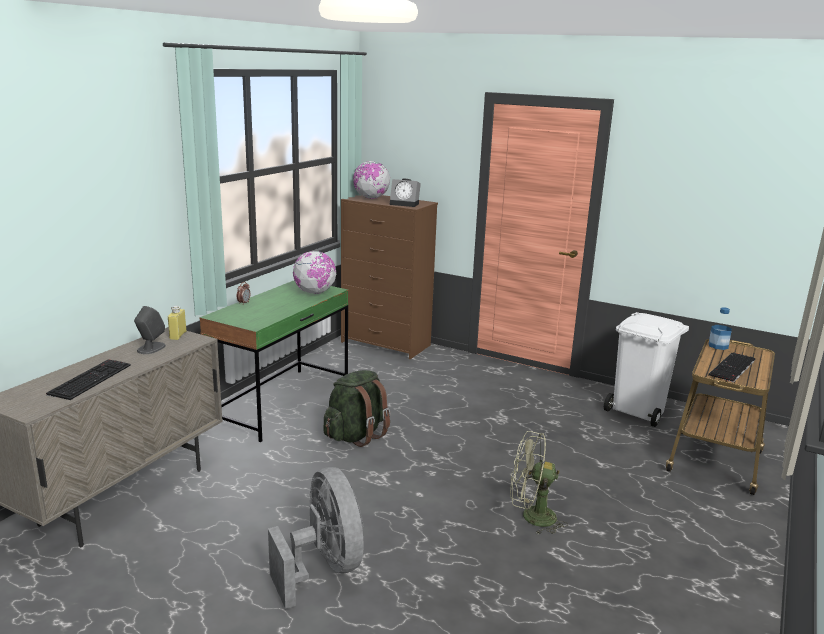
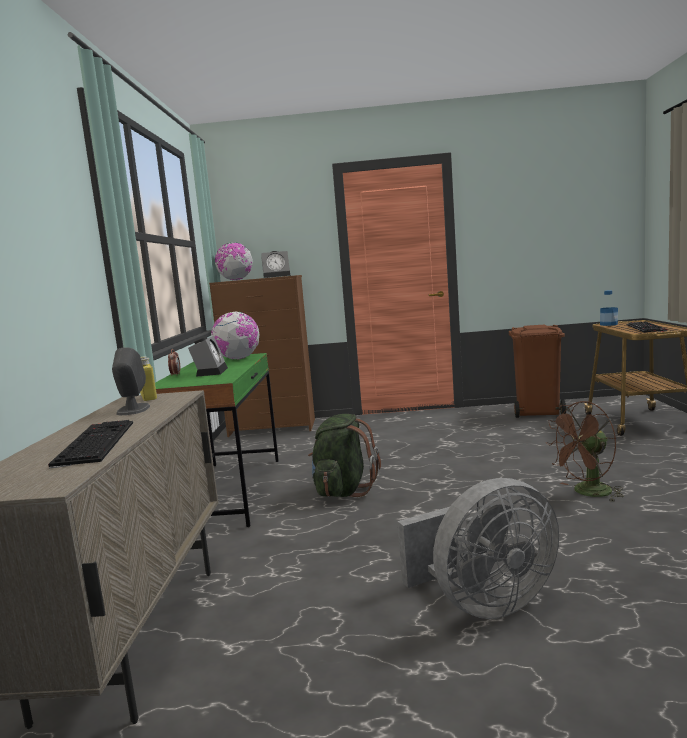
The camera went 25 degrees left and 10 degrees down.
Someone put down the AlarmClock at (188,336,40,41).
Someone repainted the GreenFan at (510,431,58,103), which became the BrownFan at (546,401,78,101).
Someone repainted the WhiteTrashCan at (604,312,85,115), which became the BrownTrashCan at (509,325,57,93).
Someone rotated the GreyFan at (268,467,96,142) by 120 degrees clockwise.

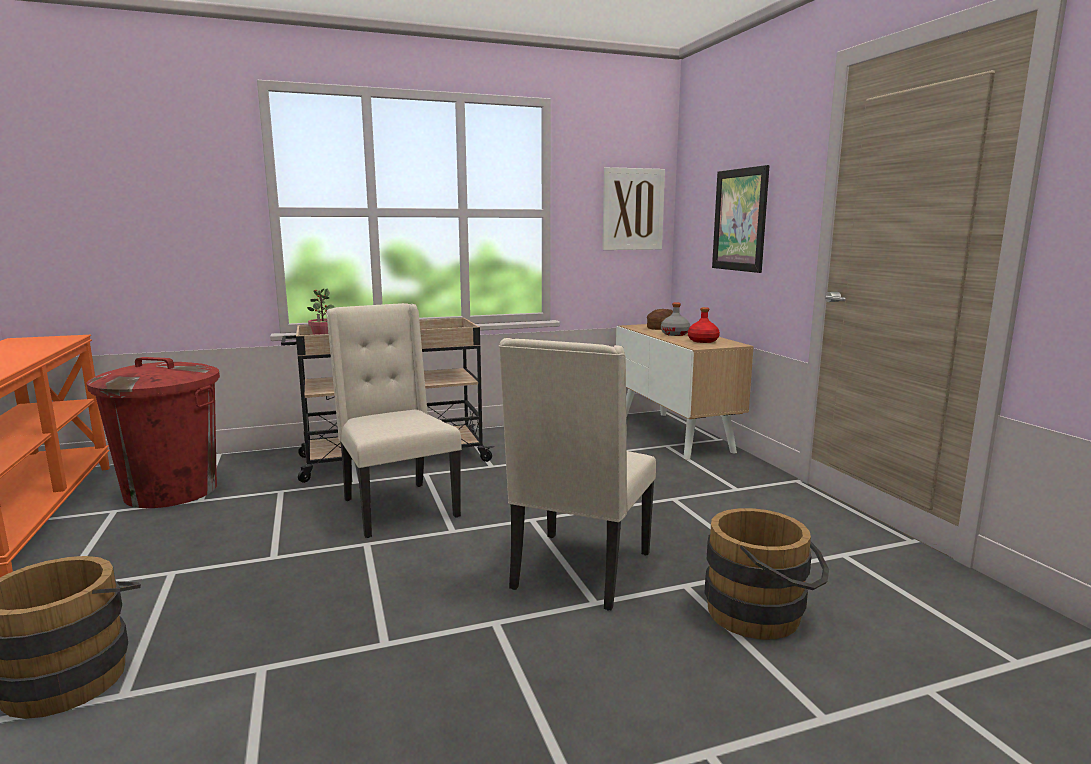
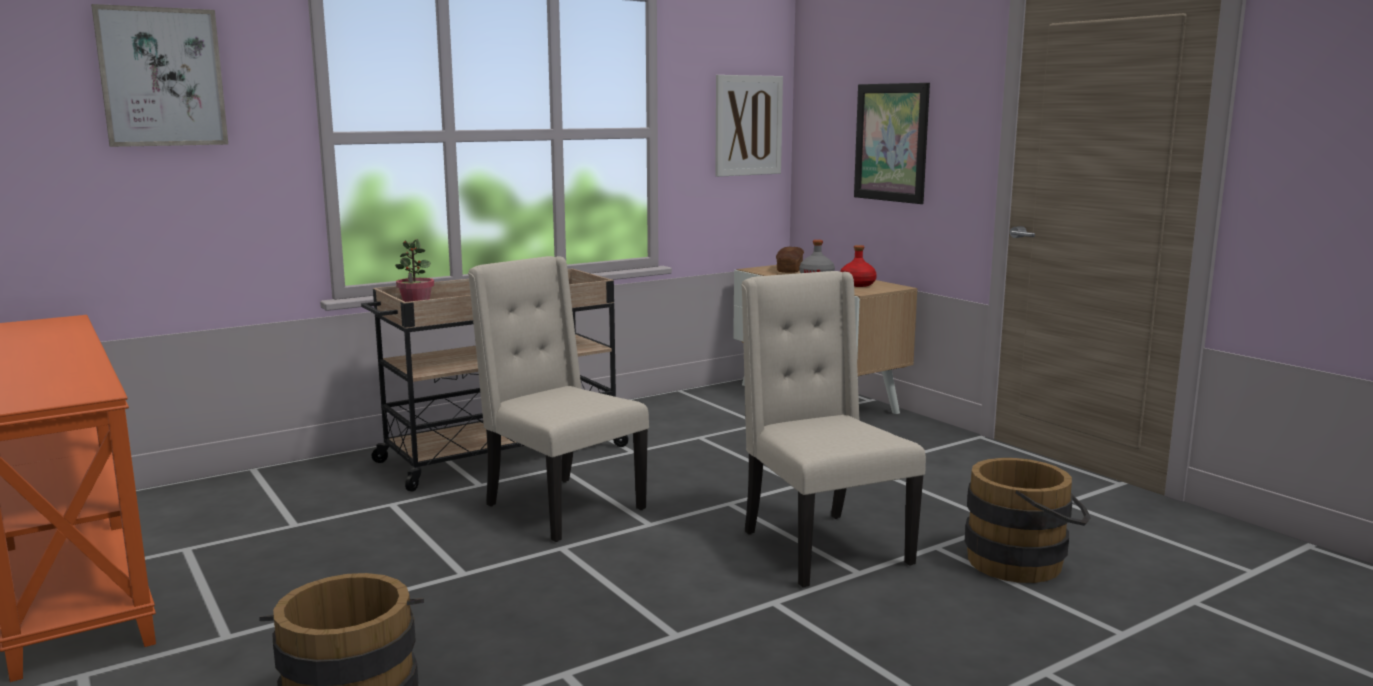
The camera went 15 degrees left and 0 degrees up.
Someone took away the RedTrashCan at (86,357,134,151).
Someone put up the Picture at (91,4,137,143).
Someone rotated the BeigeChair at (499,338,157,273) by 150 degrees clockwise.

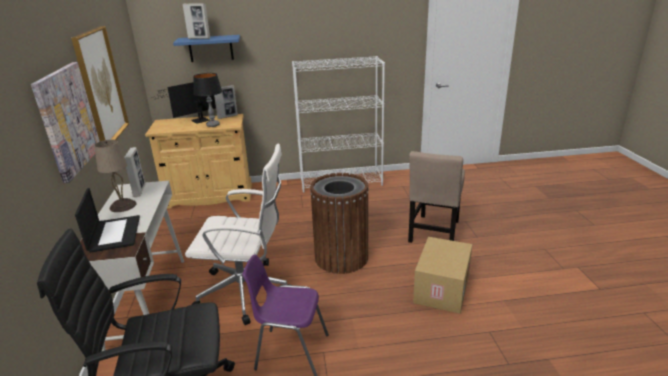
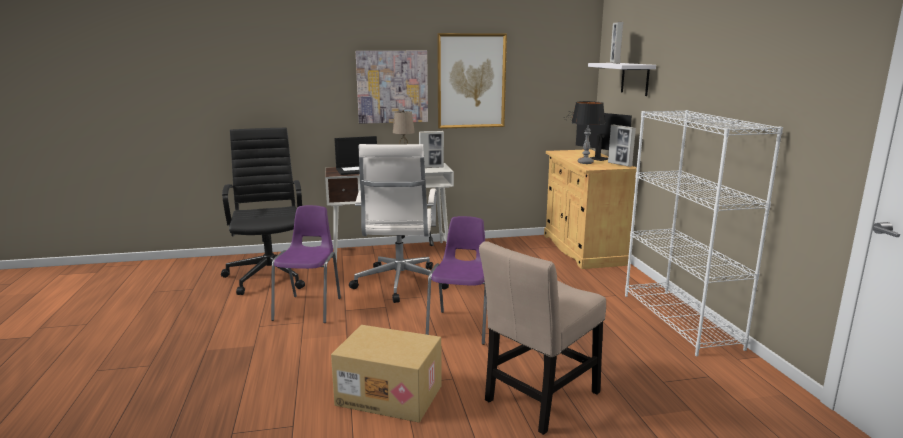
The camera went 85 degrees right and 10 degrees down.
Someone swapped the BrownTrashCan at (310,173,59,101) for the PurpleChair at (426,216,61,129).
Someone repainted the BlueShelf at (173,35,67,27), which became the WhiteShelf at (588,63,68,33).
Someone rotated the BeigeChair at (408,151,57,92) by 60 degrees counterclockwise.

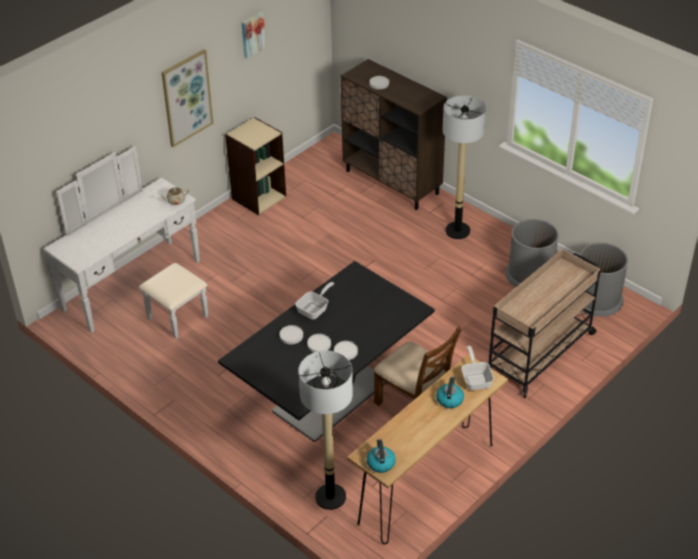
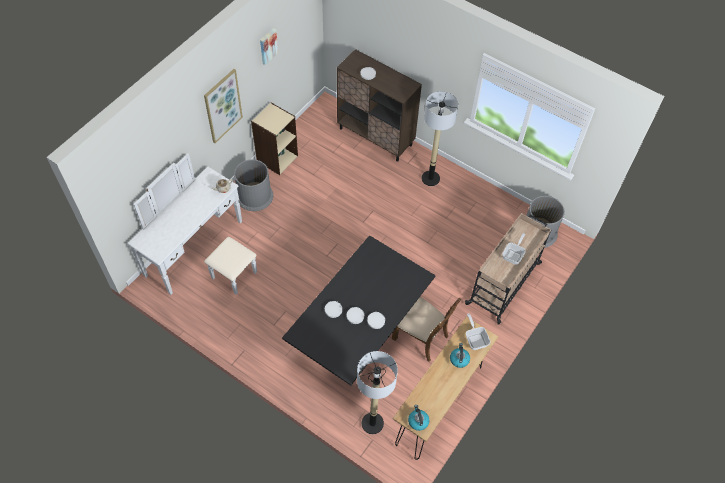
The camera went 10 degrees left and 15 degrees up.
Someone carried the FryingPan from (295,282,39,37) to (502,233,24,32).
Someone carried the GreyTrashCan from (505,219,54,68) to (234,159,39,52).

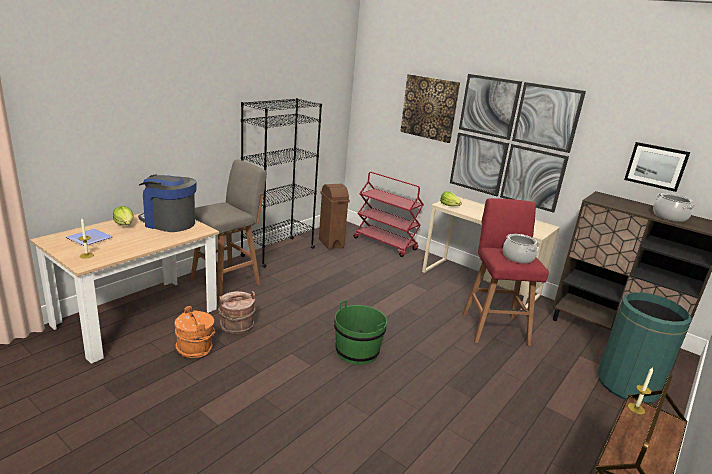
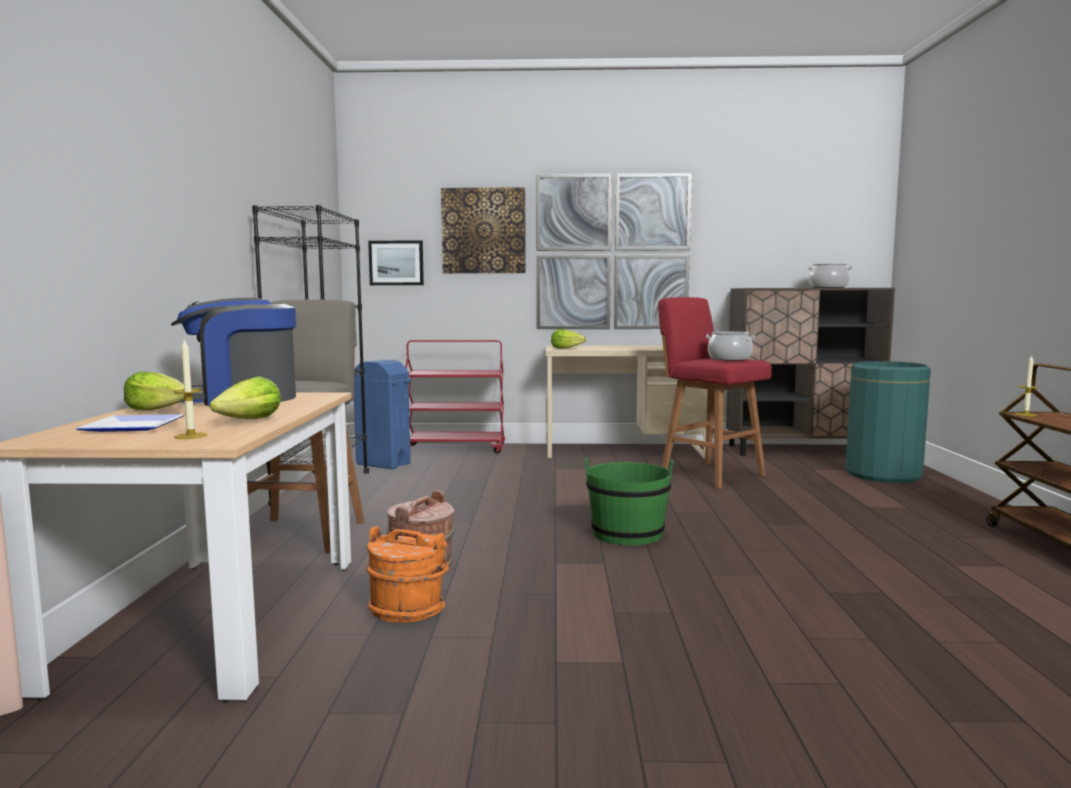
The camera went 35 degrees left and 15 degrees down.
Someone put down the Lettuce at (210,376,71,43).
Someone carried the Picture from (624,142,66,50) to (368,240,56,45).
Someone repainted the BrownTrashCan at (319,184,31,66), which became the BlueTrashCan at (354,359,57,110).

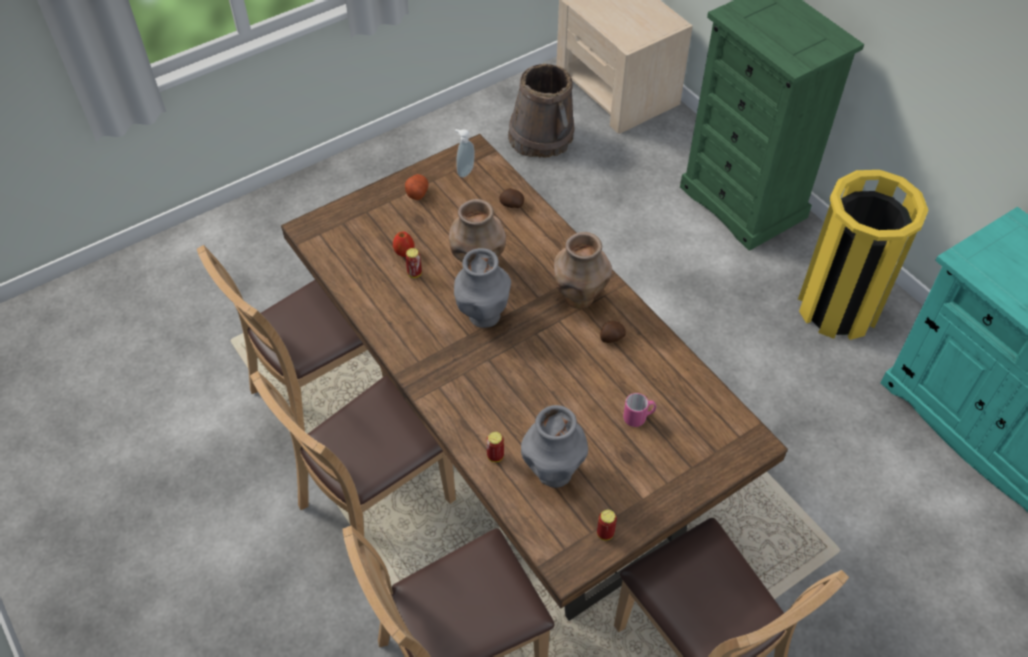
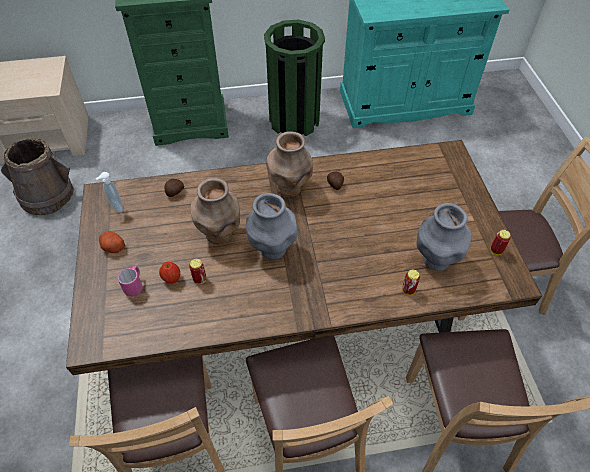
The camera went 65 degrees left and 0 degrees up.
Someone carried the PinkMug from (623,393,33,34) to (118,266,25,31).
Someone repainted the YellowTrashCan at (798,170,130,170), which became the GreenTrashCan at (264,20,61,116).

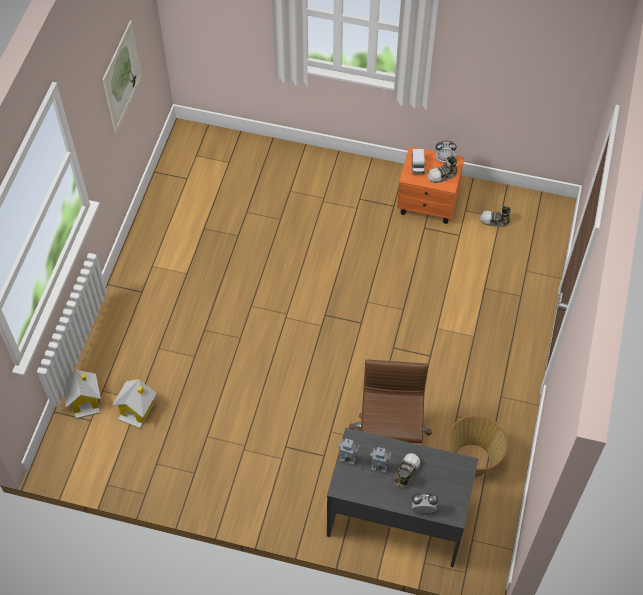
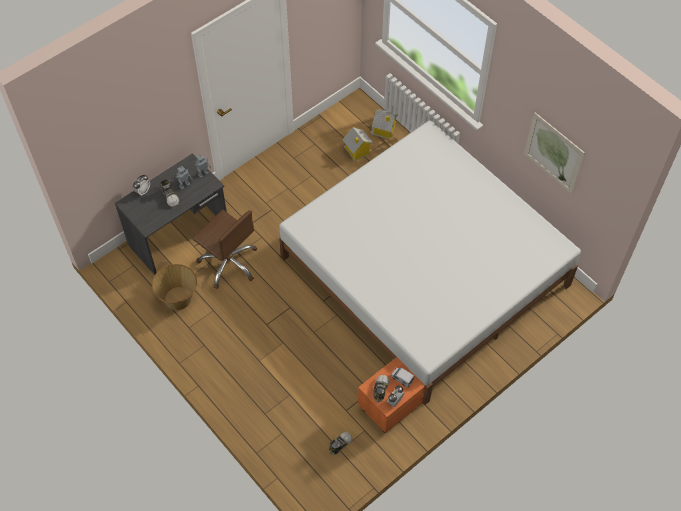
The camera went 125 degrees right and 0 degrees up.
Someone put down the WhiteBed at (279,120,302,285).

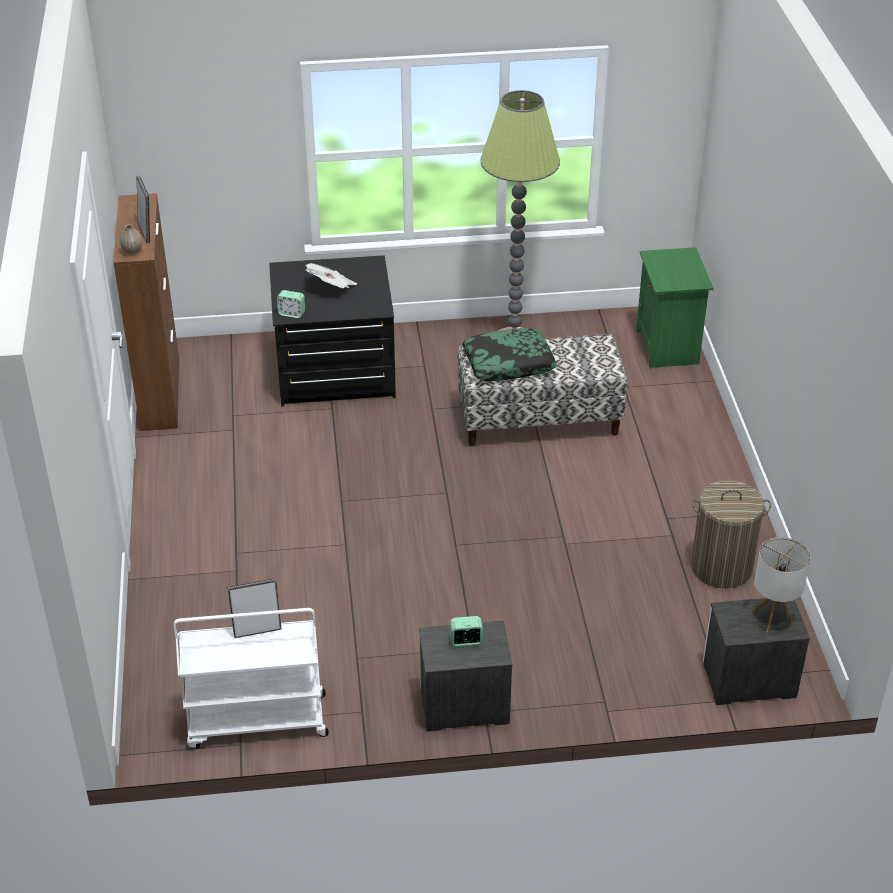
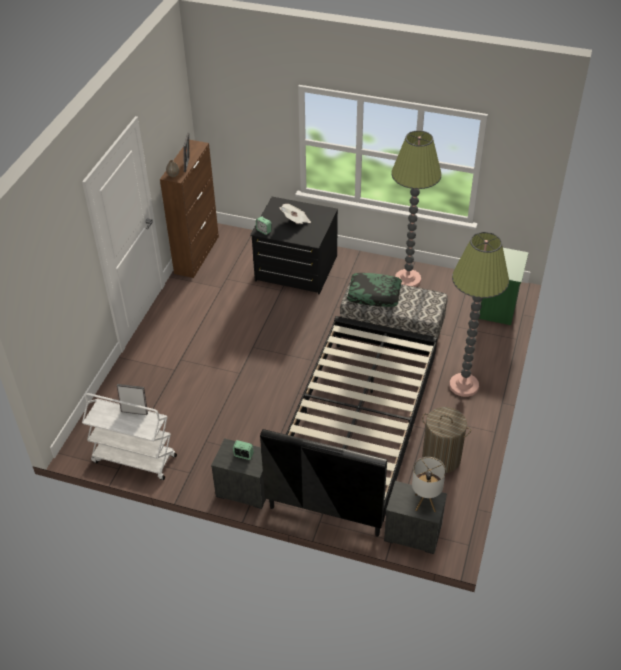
The camera went 25 degrees right and 5 degrees up.
Someone put down the BlackBed at (260,316,177,221).
Someone put down the FloorLamp at (449,232,60,165).

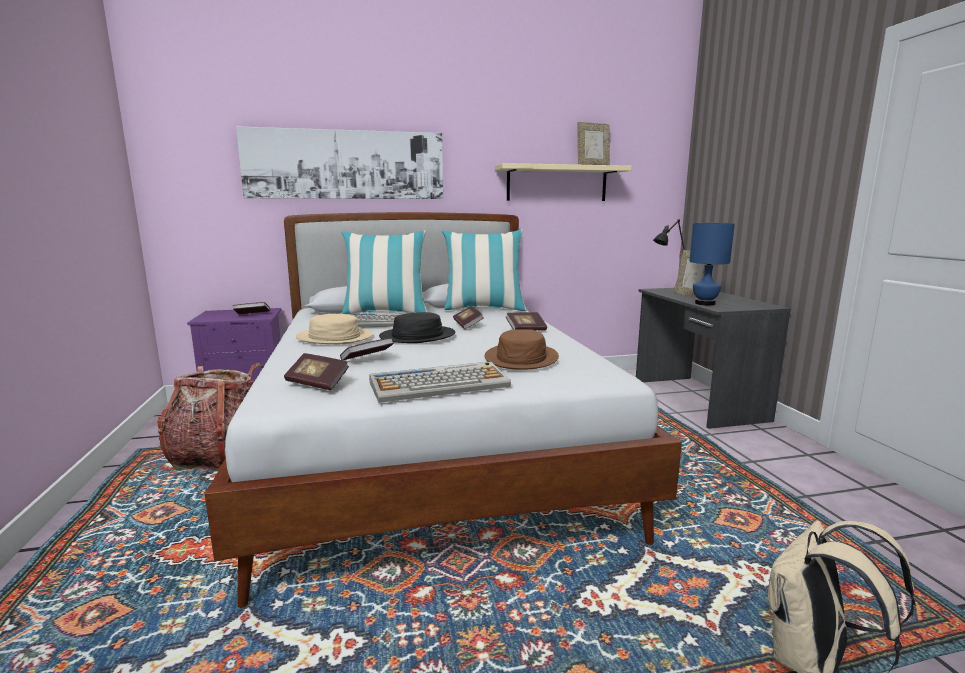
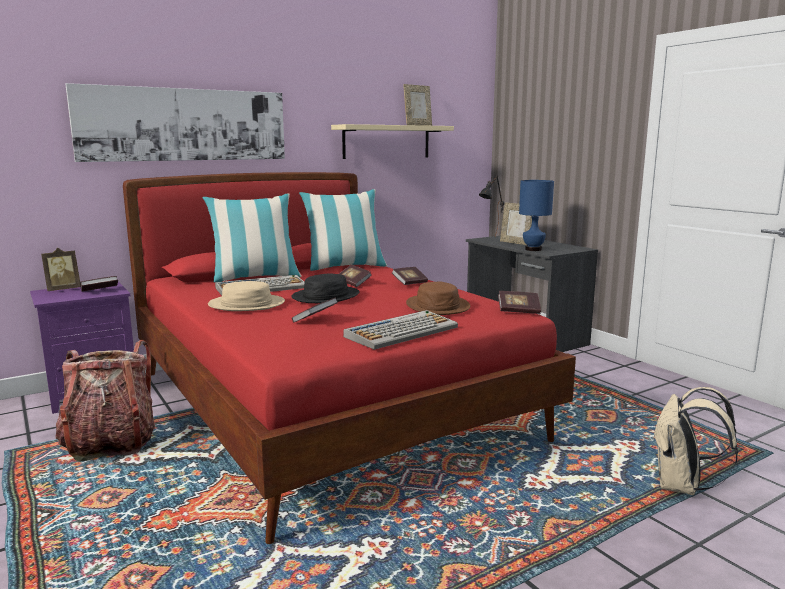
The camera went 20 degrees left and 0 degrees up.
Someone put down the PictureFrame at (41,248,40,43).
Someone carried the Book from (284,353,65,37) to (498,291,43,23).
Someone repainted the WhiteBed at (205,212,477,396), which became the RedBed at (123,172,453,372).

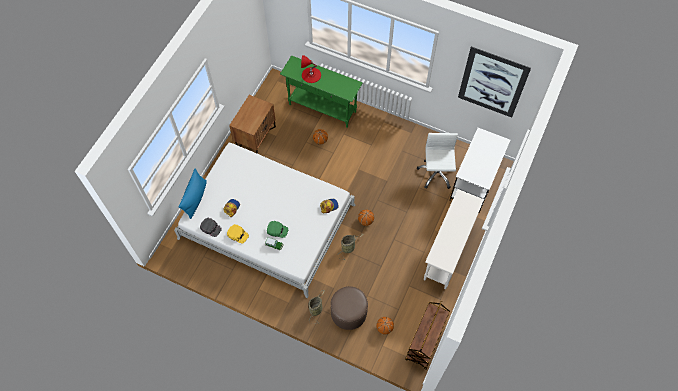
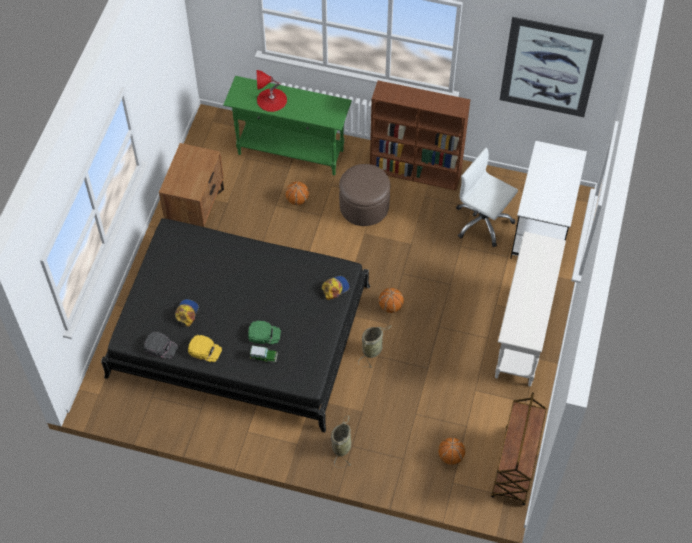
The camera went 10 degrees left and 5 degrees down.
Someone took away the BluePillow at (179,168,28,51).
Someone put down the BrownBookcase at (370,80,100,111).
Someone carried the BrownOttoman from (331,286,37,44) to (339,164,51,62).
Someone repainted the WhiteBed at (174,142,181,156), which became the BlackBed at (101,218,269,214).
Someone rotated the WhiteOfficeChair at (417,133,41,56) by 45 degrees counterclockwise.

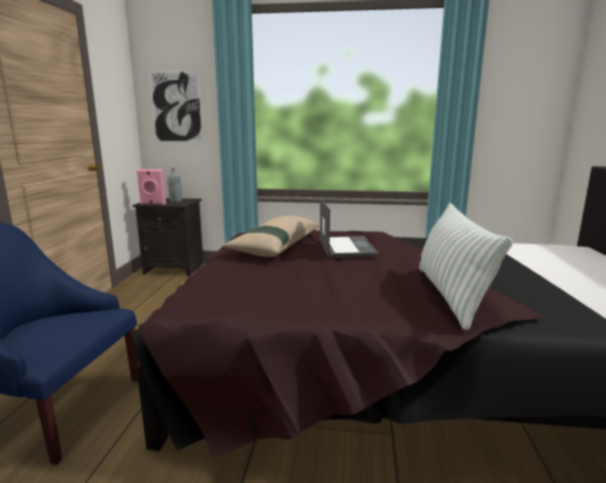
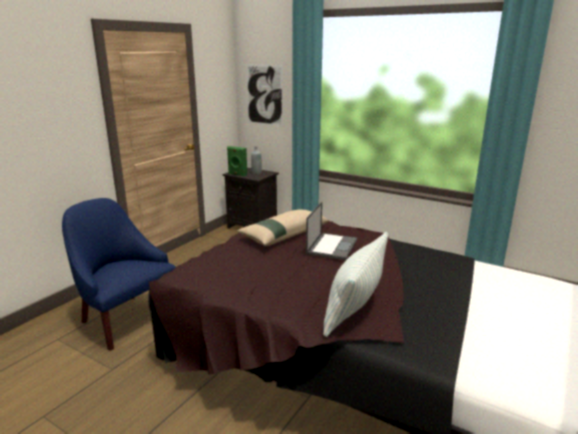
The camera went 25 degrees right and 5 degrees up.
Someone repainted the PinkSpeaker at (136,169,30,36), which became the GreenSpeaker at (227,146,20,31).

